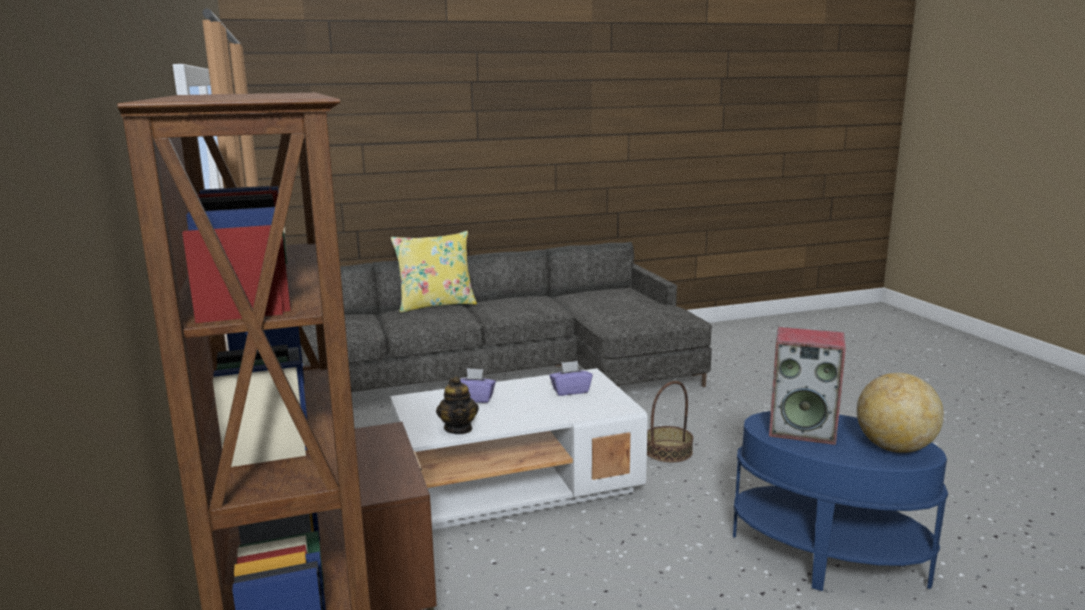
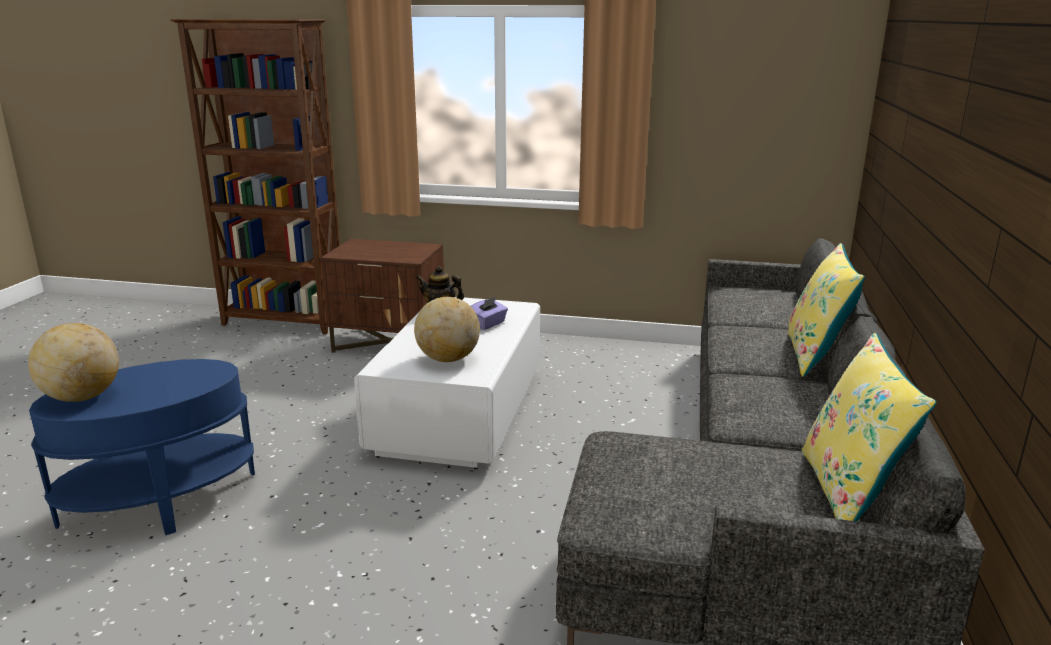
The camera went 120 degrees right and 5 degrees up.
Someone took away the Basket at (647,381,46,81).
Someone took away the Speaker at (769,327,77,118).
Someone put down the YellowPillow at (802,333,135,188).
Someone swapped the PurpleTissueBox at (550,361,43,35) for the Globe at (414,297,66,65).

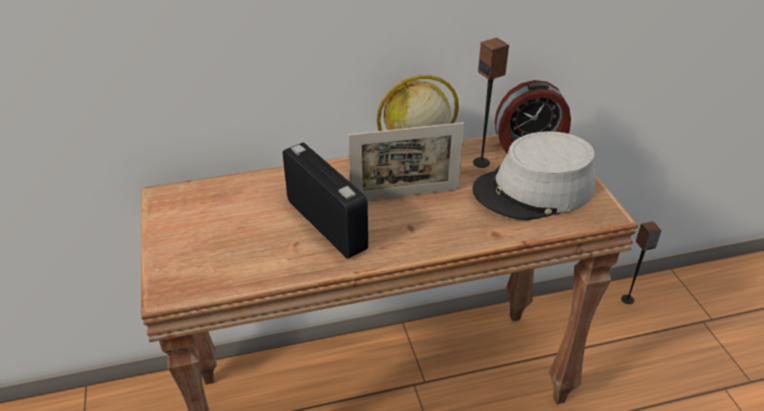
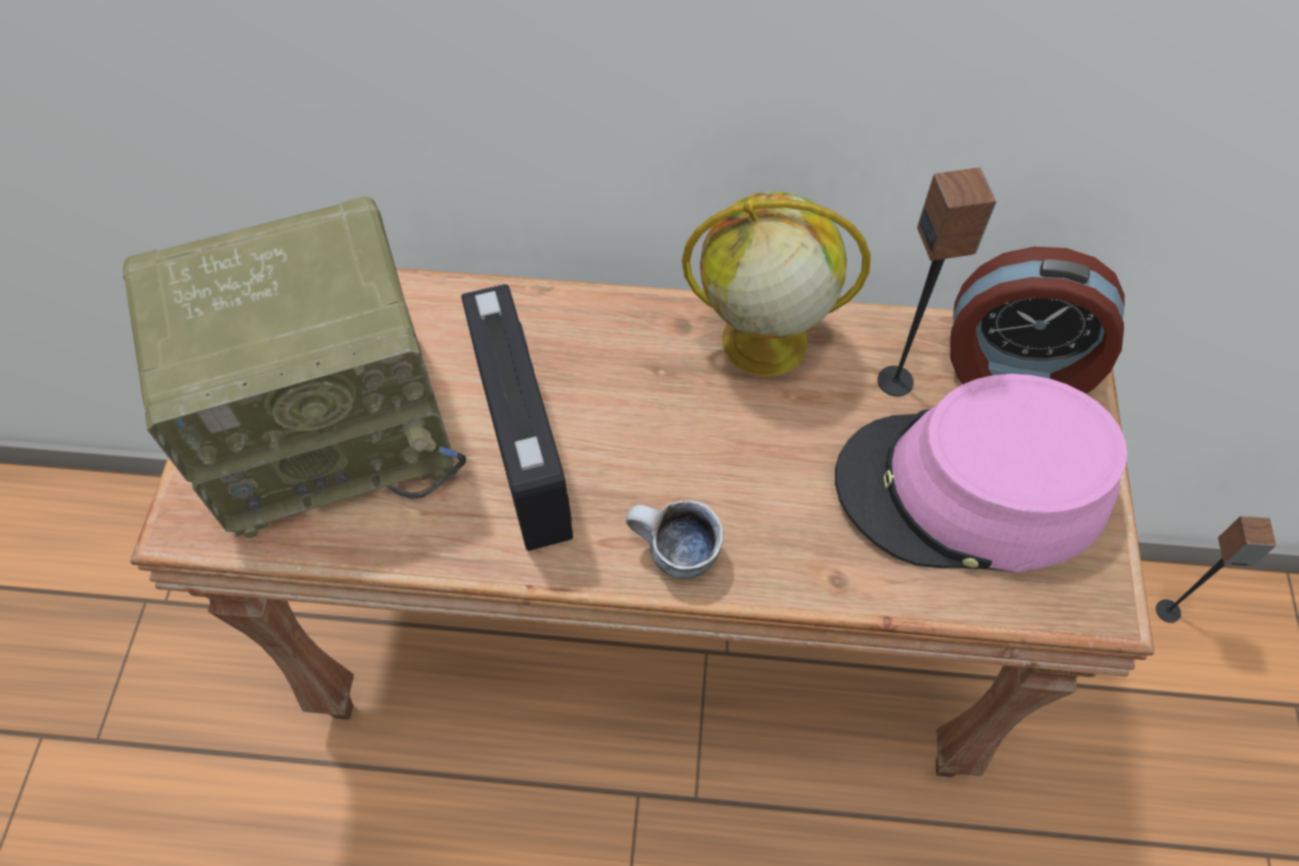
The camera went 20 degrees right and 20 degrees up.
Someone took away the PictureFrame at (348,122,117,78).
Someone put down the Radio at (123,196,343,342).
Someone put down the Mug at (626,500,98,79).
Someone repainted the GreyHat at (472,131,123,89), which became the PinkHat at (835,374,292,198).

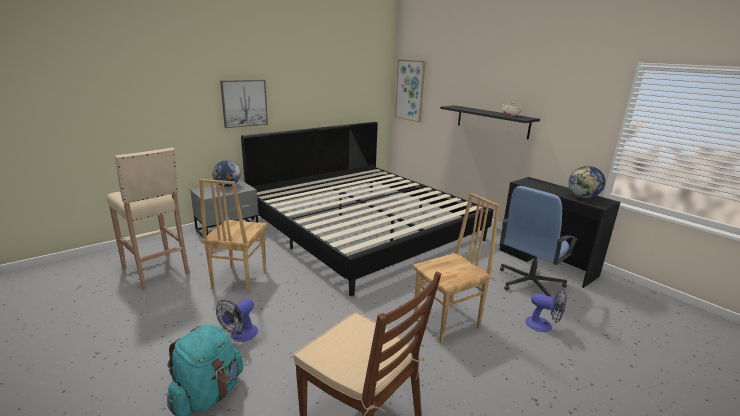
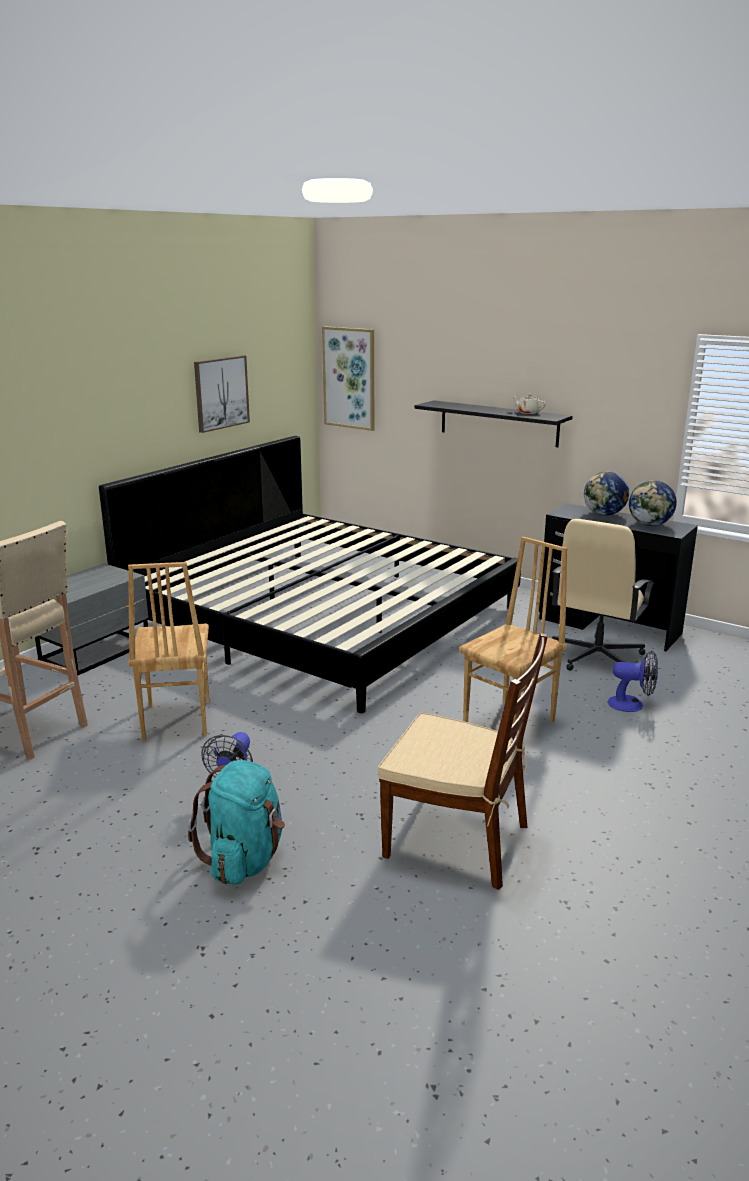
The camera went 15 degrees left and 0 degrees up.
Someone carried the Globe from (212,160,29,27) to (584,471,45,45).
Someone carried the Picture from (220,80,48,48) to (194,355,56,78).
Someone repainted the BlueOfficeChair at (500,186,79,111), which became the BeigeOfficeChair at (552,519,103,152).

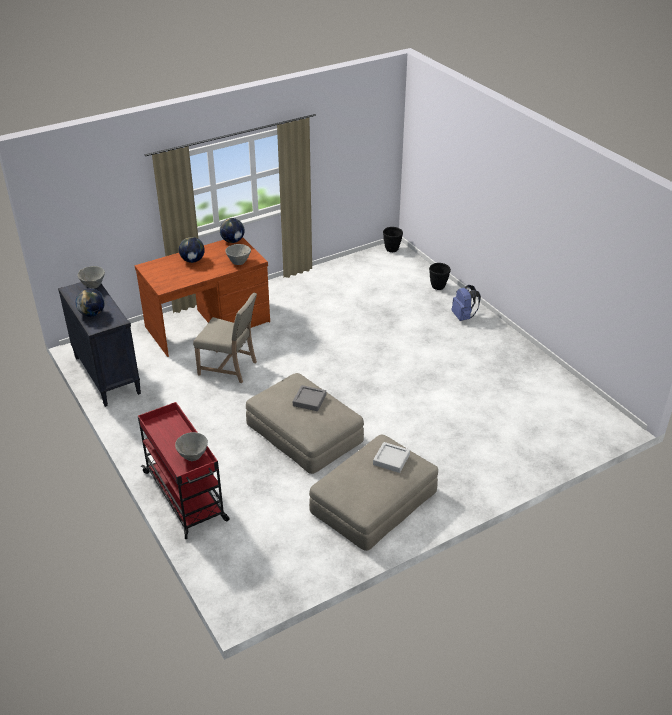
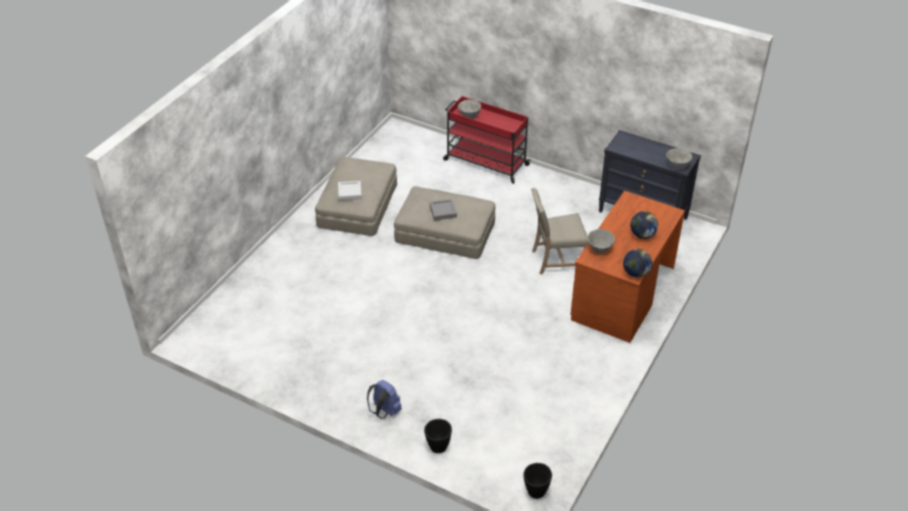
The camera went 150 degrees right and 5 degrees up.
Someone took away the Globe at (76,288,29,29).

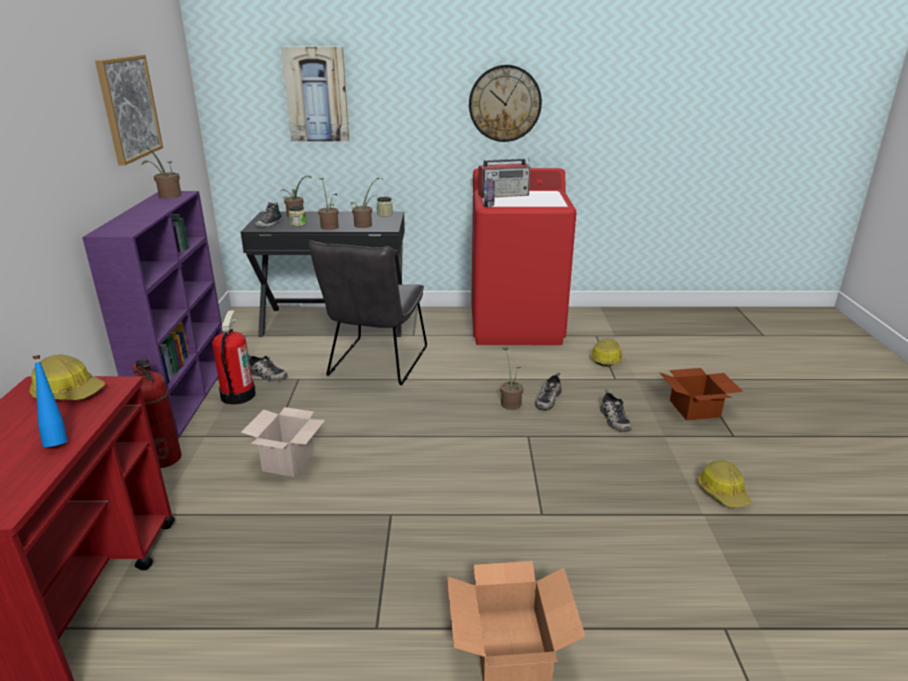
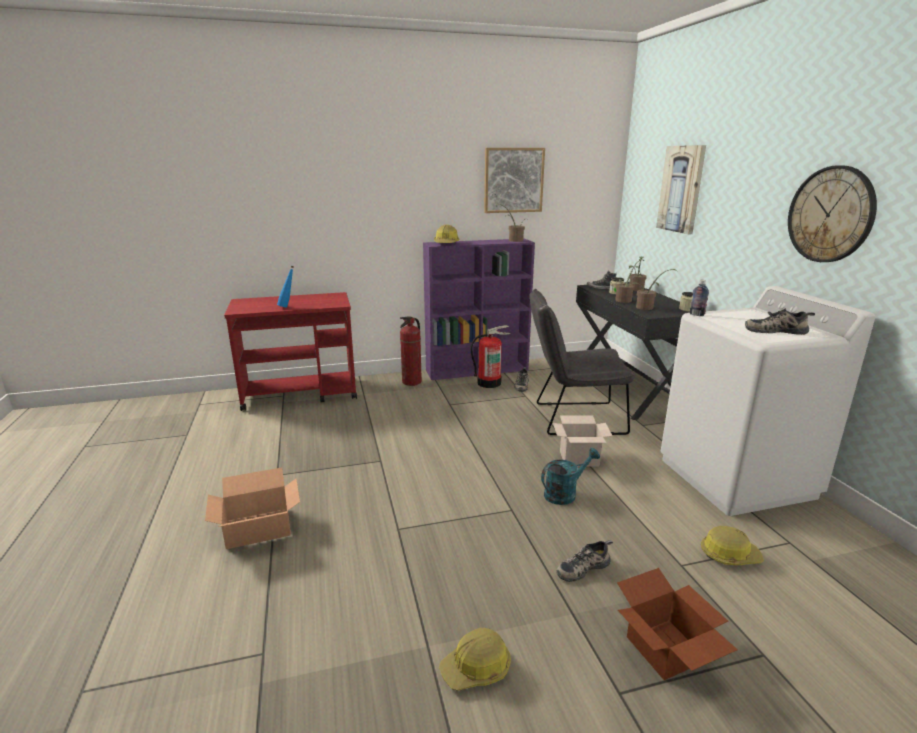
The camera went 75 degrees right and 5 degrees down.
Someone took away the Radio at (478,159,53,39).
Someone carried the HardHat from (30,354,75,46) to (434,225,26,18).
Someone carried the CardboardBox from (241,407,84,70) to (553,415,60,51).
Someone carried the Shoe from (535,373,27,38) to (745,308,70,27).
Someone swapped the PottedPlant at (500,347,23,63) for the TurquoiseWateringCan at (541,448,59,57).
Someone repainted the RedWashingMachine at (471,168,105,177), which became the WhiteWashingMachine at (661,286,214,230).

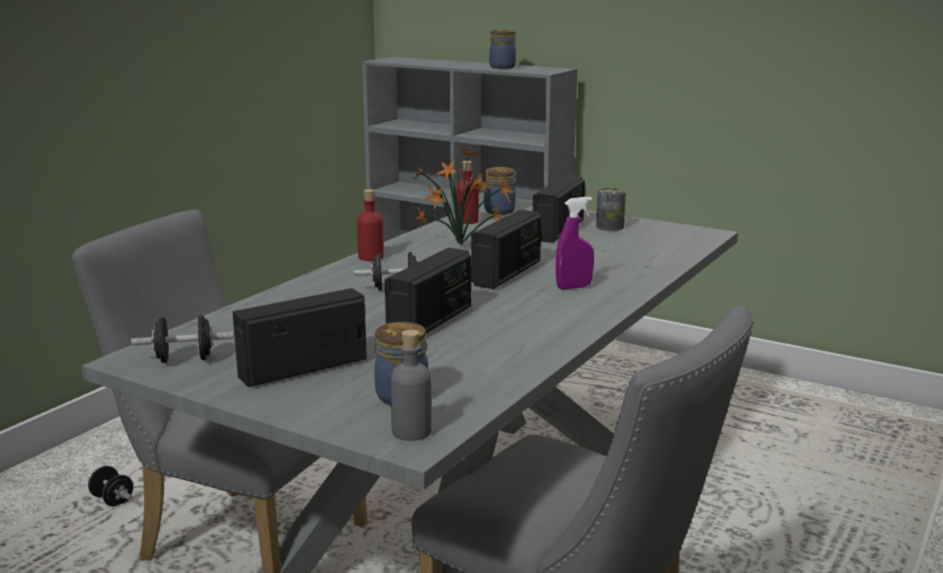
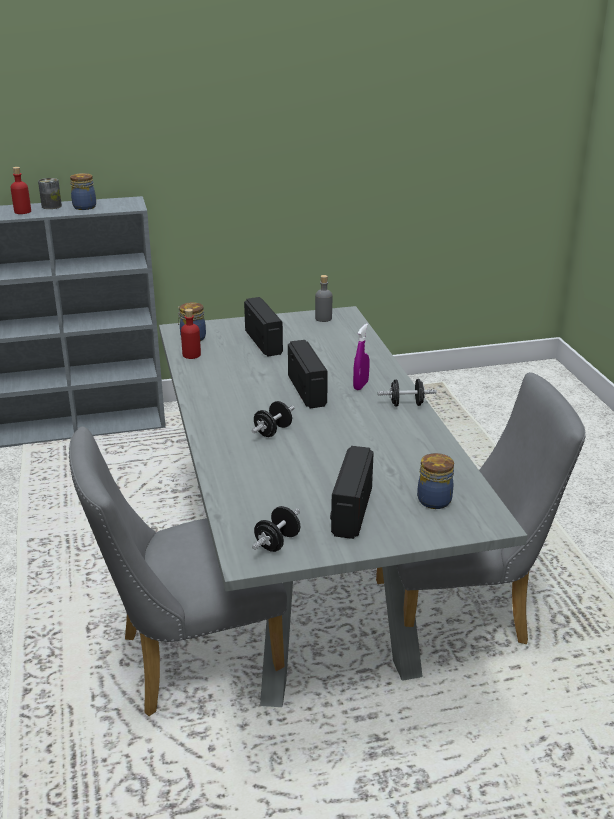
The camera went 45 degrees left and 10 degrees up.
Someone took away the Radio at (385,248,86,85).
Someone took away the PottedPlant at (413,146,101,100).
Someone carried the BlackDumbbell from (88,466,45,41) to (378,379,59,28).
Someone carried the RedBottle from (357,189,27,72) to (10,167,21,47).
Someone carried the GreyBottle from (391,330,41,111) to (315,275,17,47).
Someone carried the Can from (596,188,30,43) to (38,178,24,31).

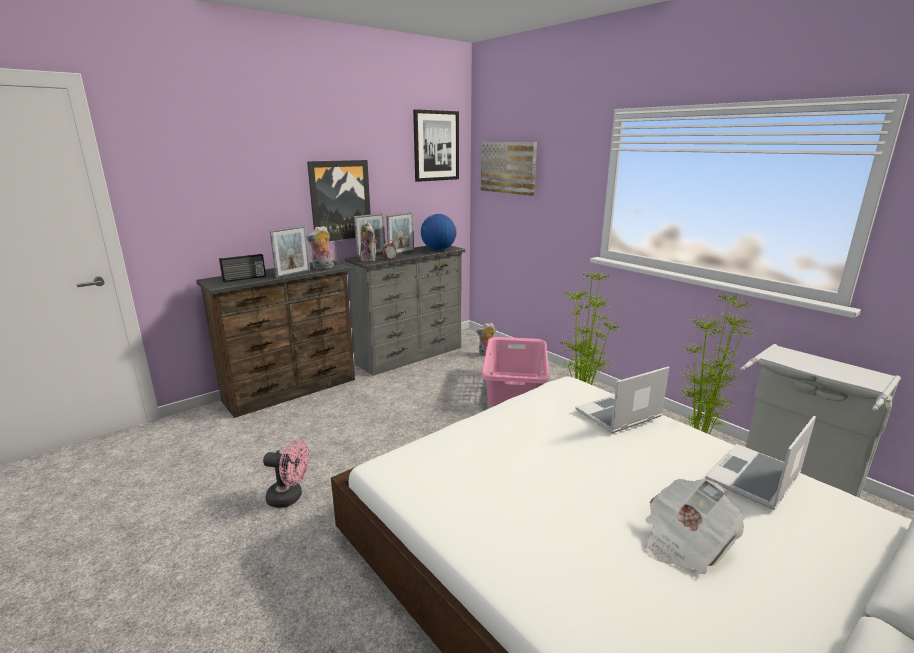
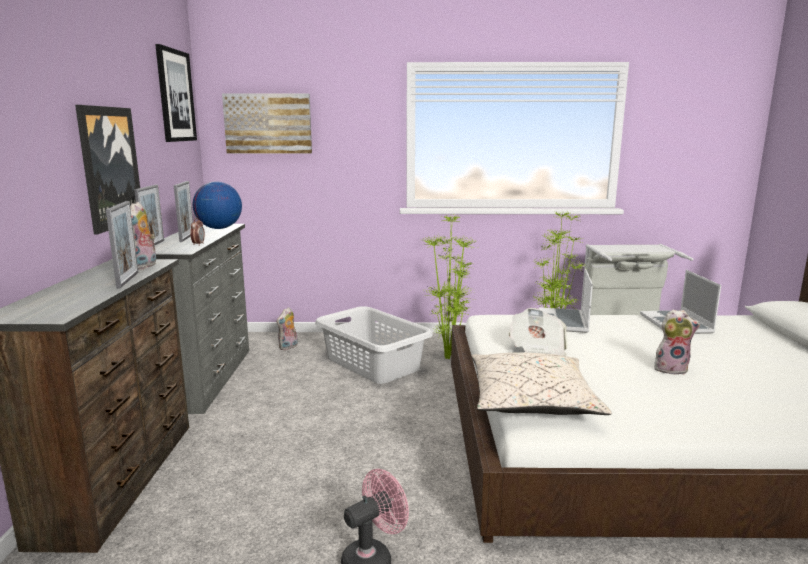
The camera went 50 degrees left and 5 degrees down.
Someone took away the Radio at (219,254,47,28).
Someone put down the BeigePillow at (472,353,140,62).
Someone carried the PlushToy from (360,221,17,41) to (654,309,46,66).
Someone carried the Newspaper from (645,479,99,95) to (508,308,60,48).
Someone repainted the PinkLaundryBasket at (481,337,68,70), which became the GreyLaundryBasket at (315,306,118,78).

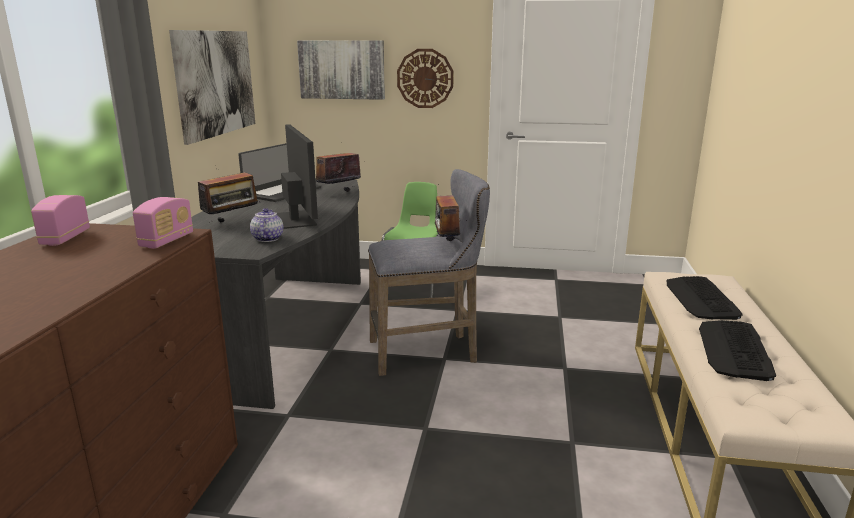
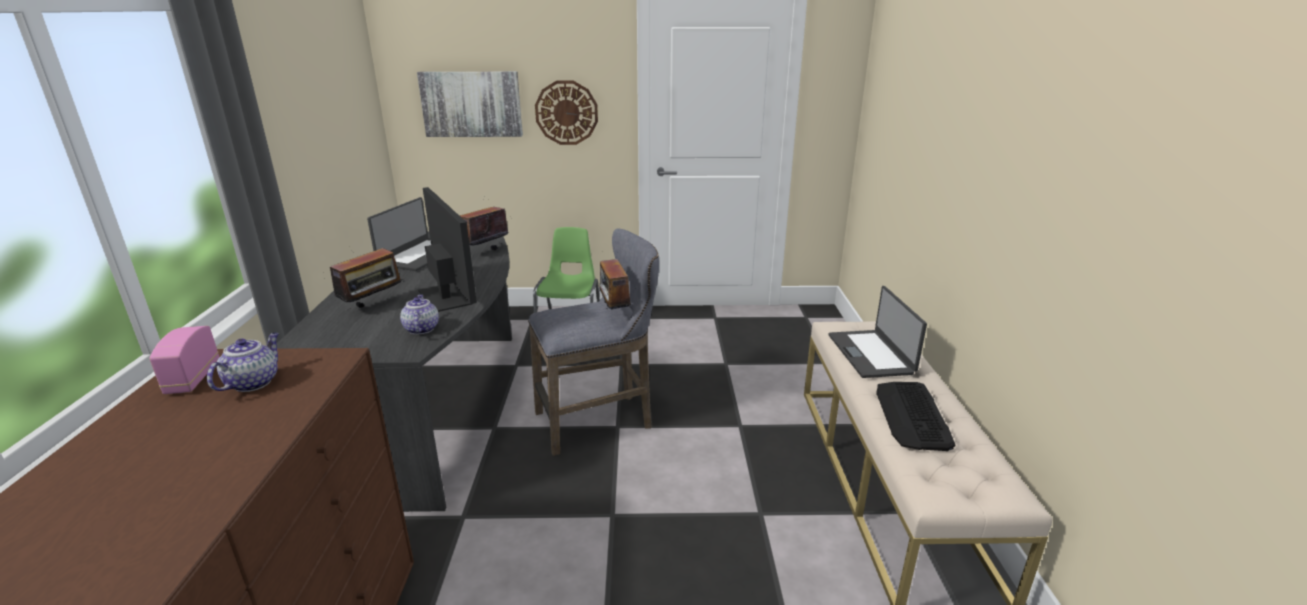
The camera went 10 degrees left and 5 degrees up.
Someone took away the Radio at (133,197,60,51).
Someone took away the Picture at (169,30,86,115).
Someone put down the Teapot at (207,333,72,59).
Someone swapped the Keyboard at (667,276,76,44) for the Laptop at (829,286,98,92).

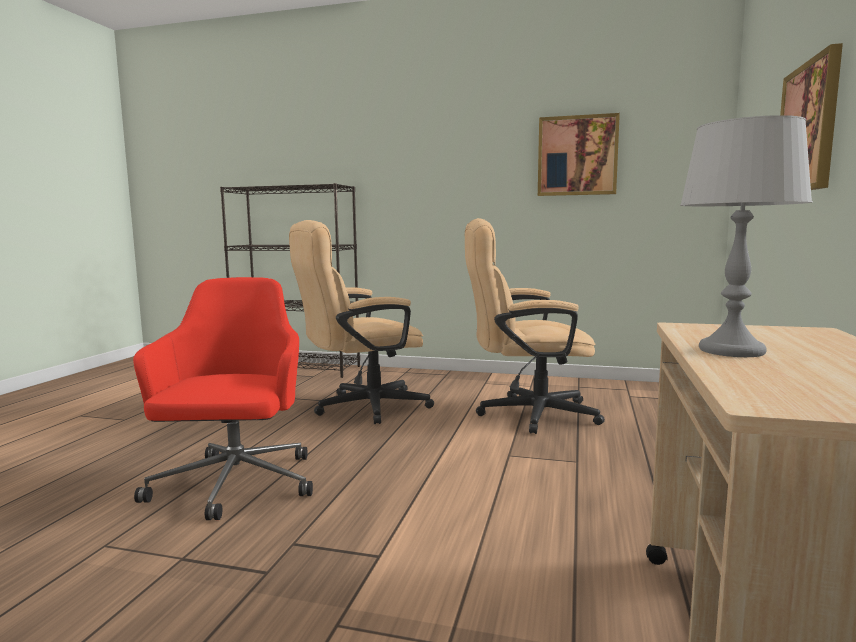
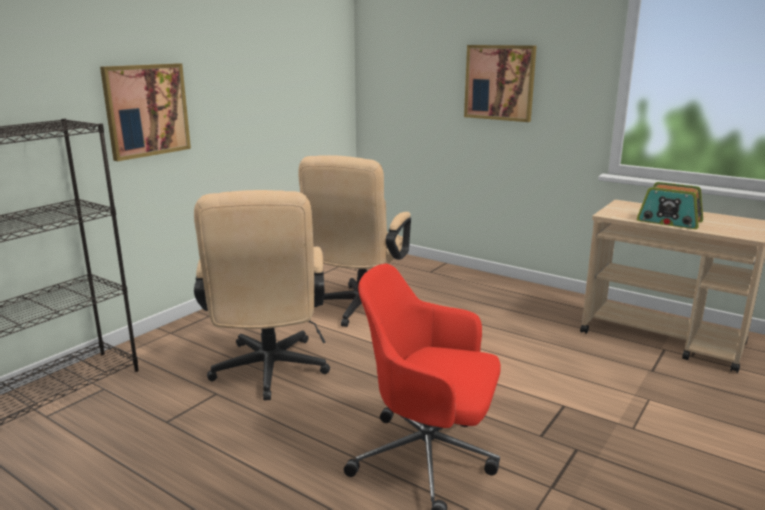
The camera went 70 degrees left and 10 degrees up.
Someone carried the Picture from (538,113,82,83) to (100,63,91,98).
Someone swapped the GreyTableLamp at (680,115,133,242) for the Radio at (637,182,66,47).

